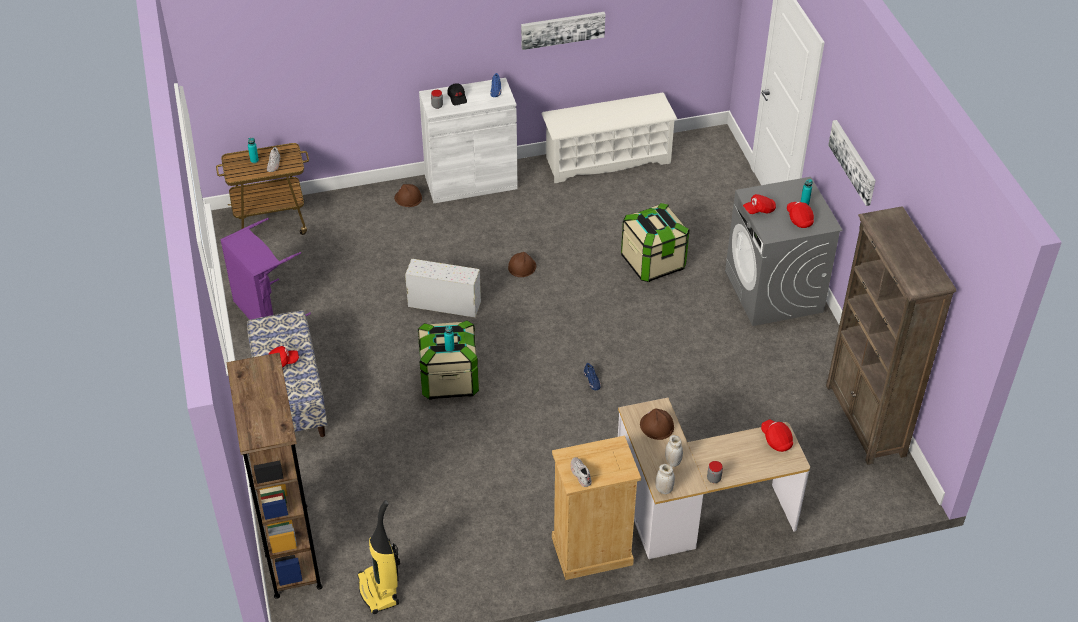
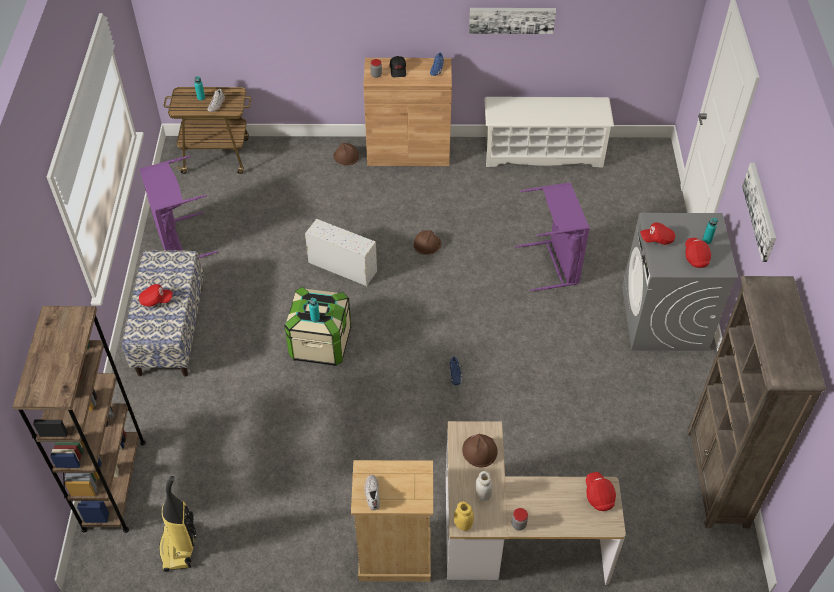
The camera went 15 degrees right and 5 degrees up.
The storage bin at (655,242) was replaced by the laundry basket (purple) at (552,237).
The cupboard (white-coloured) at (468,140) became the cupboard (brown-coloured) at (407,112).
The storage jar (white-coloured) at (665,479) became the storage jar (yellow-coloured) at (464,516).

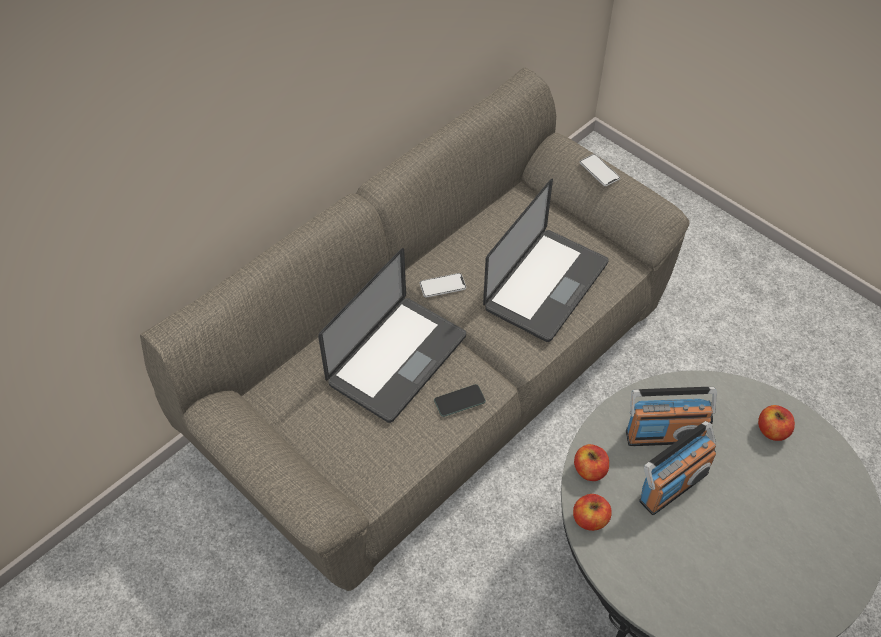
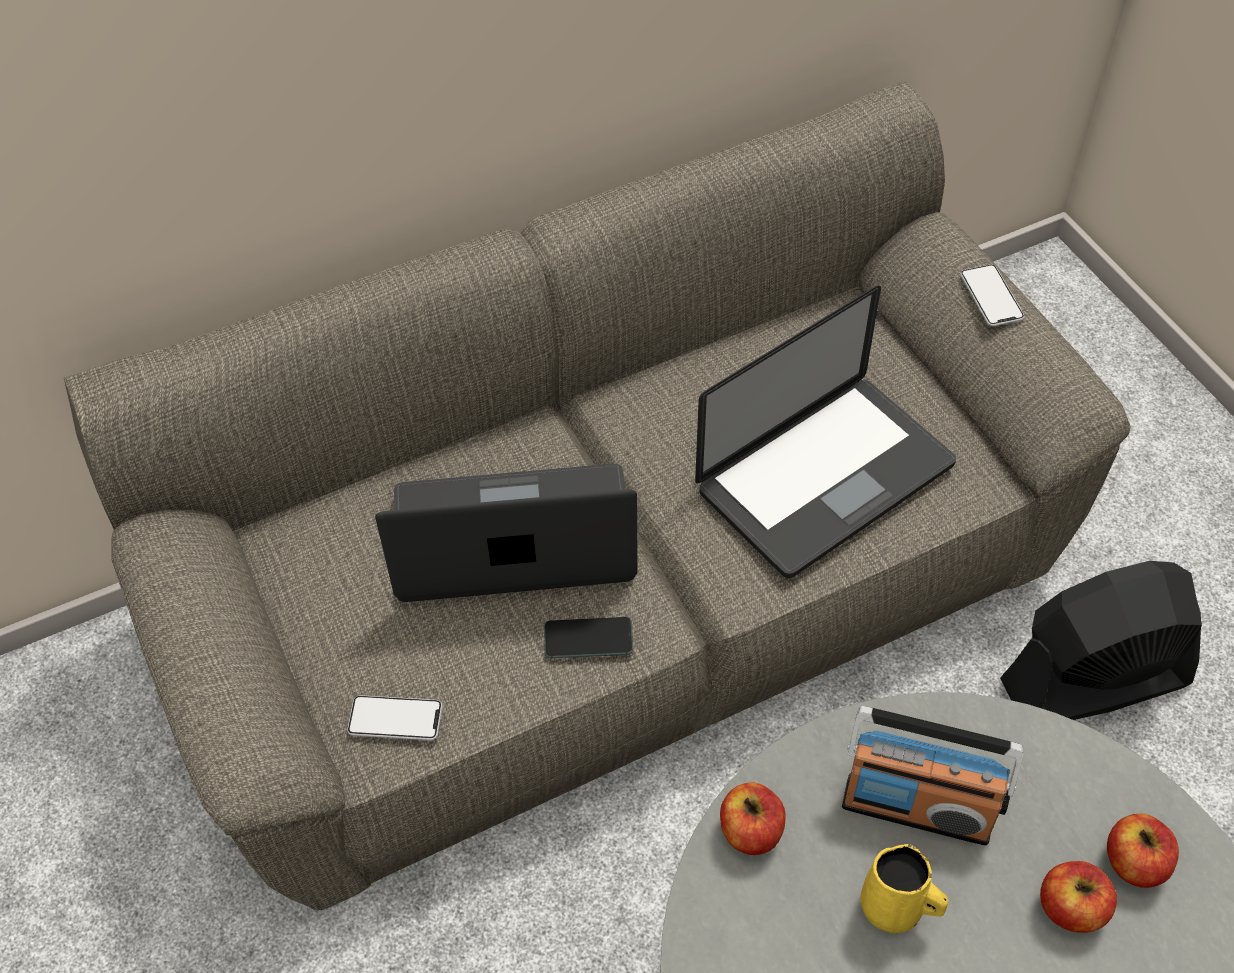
The camera went 20 degrees right and 0 degrees up.
The electric fan (black) at (1101,640) appeared.
The handset moved from (442,285) to (394,717).
The whole apple moved from (592,512) to (1078,897).
The radio receiver at (677,468) was replaced by the tea mug (yellow-coloured) at (905,888).
The portable computer at (392,335) turned 150 degrees counterclockwise.

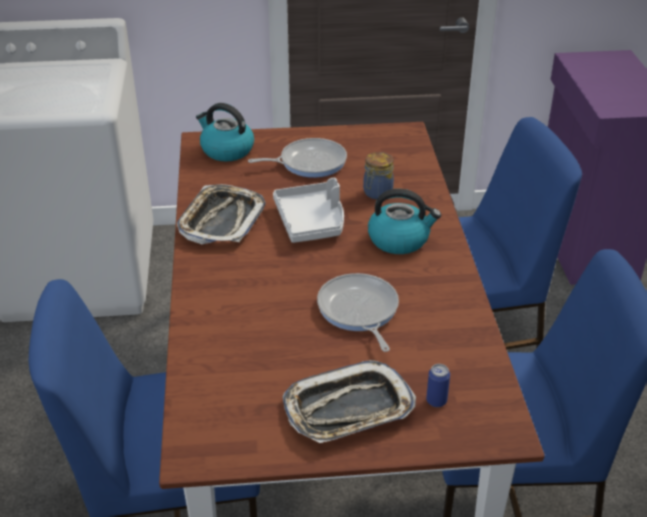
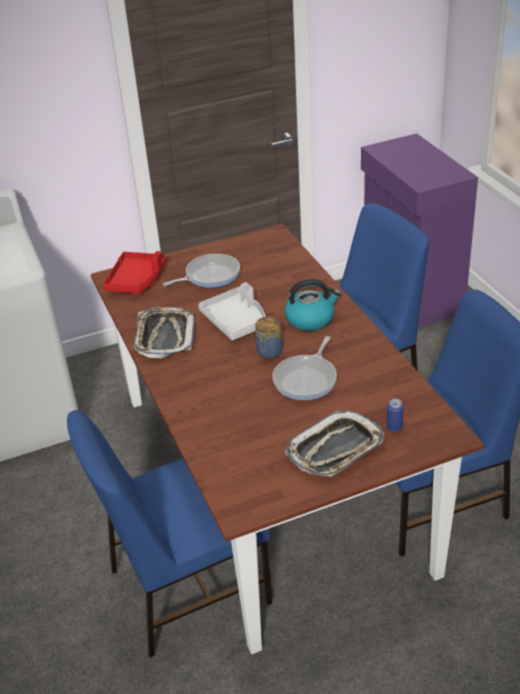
The camera went 15 degrees left and 0 degrees up.
The storage jar moved from (378,176) to (269,338).
The tea kettle at (225,132) was replaced by the tray (red-coloured) at (134,272).
The frying pan at (358,312) turned 120 degrees counterclockwise.

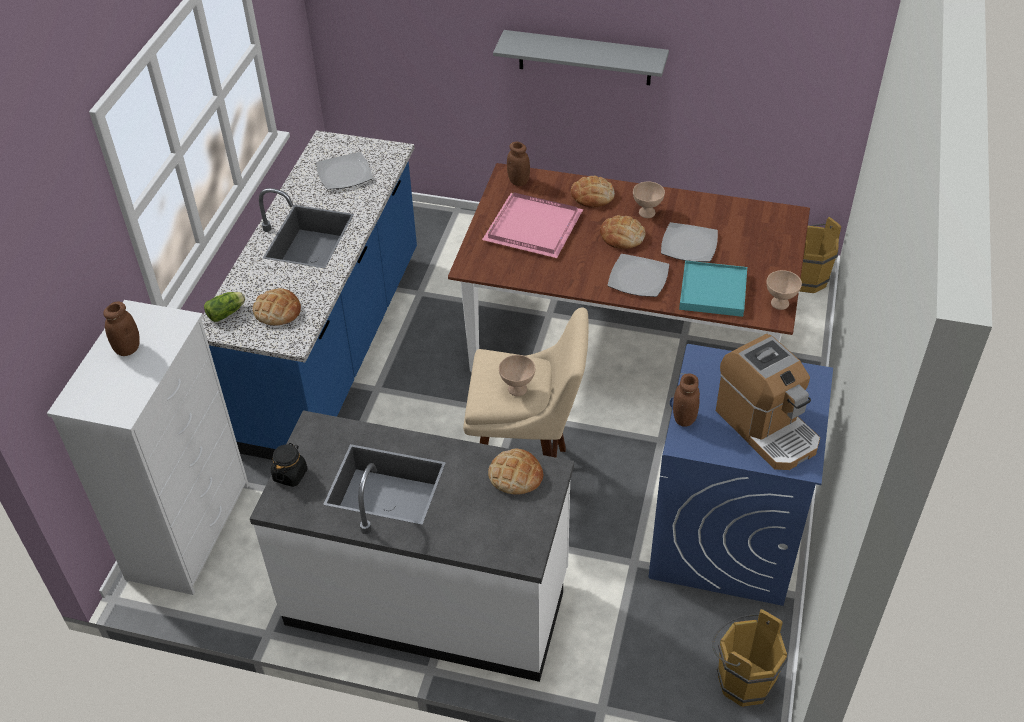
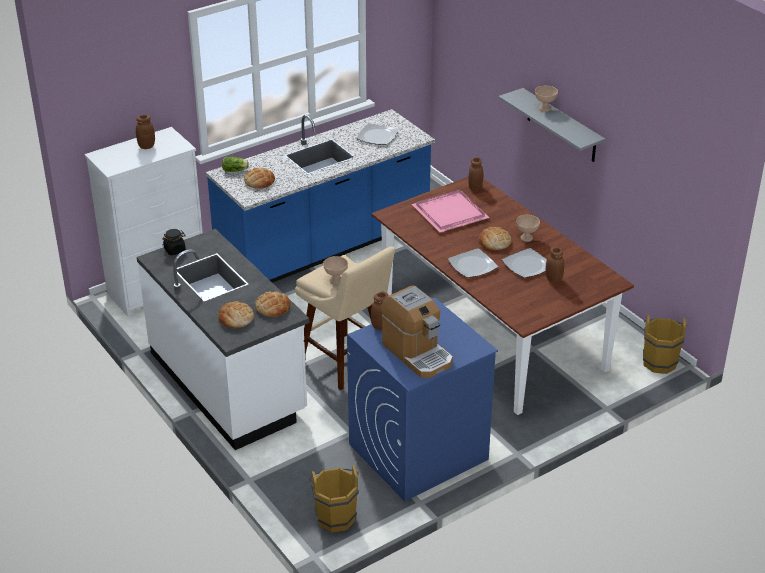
The camera went 40 degrees right and 10 degrees down.
The tray (turquoise-coloured) at (713,289) disappeared.
The storage jar (brown-coloured) at (555,265) appeared.
The baked bread moved from (593,192) to (236,314).
The deep dish (beige-coloured) moved from (784,290) to (546,99).
The coffee brewer at (768,402) turned 45 degrees counterclockwise.

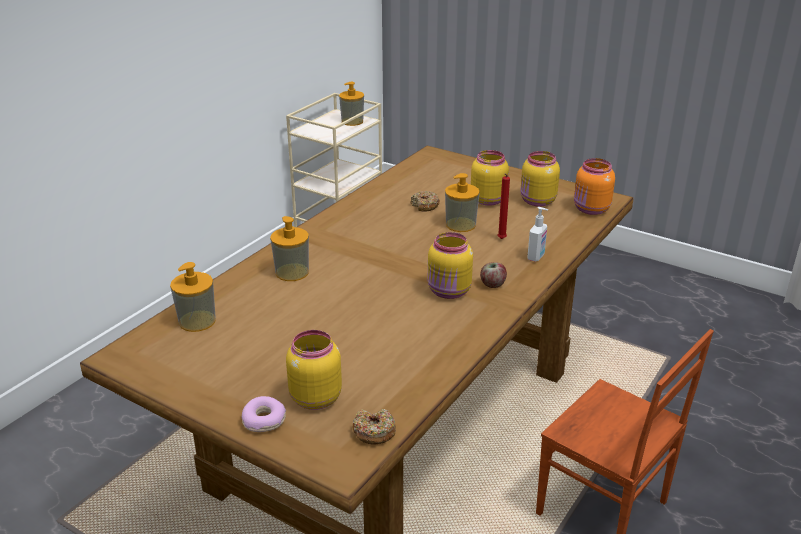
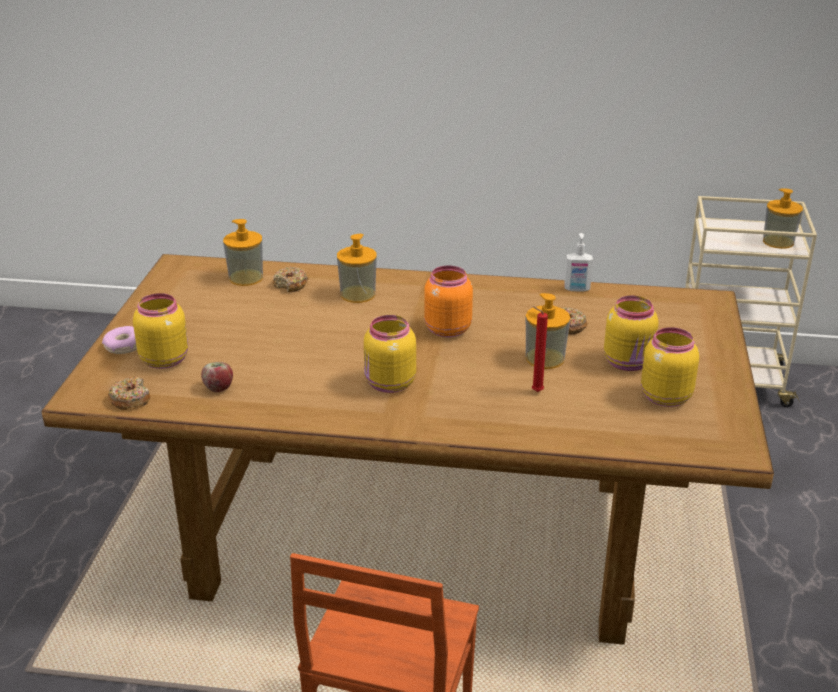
The camera went 65 degrees right and 0 degrees up.
The doughnut at (290,279) appeared.
The whole apple moved from (493,275) to (217,377).
The soap bottle moved from (537,234) to (578,262).
The storage jar (orange-coloured) moved from (594,186) to (448,301).

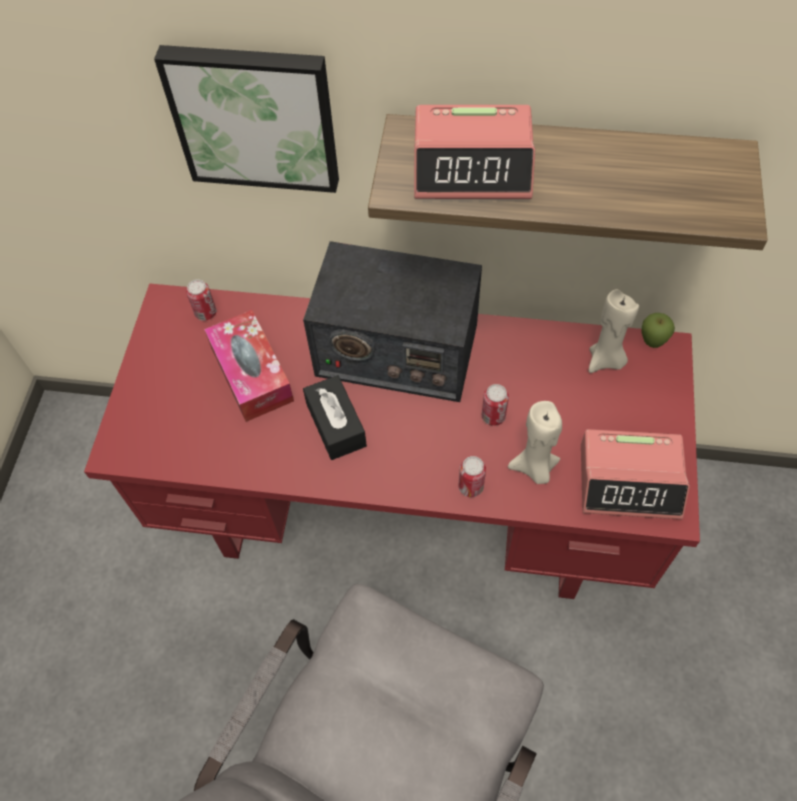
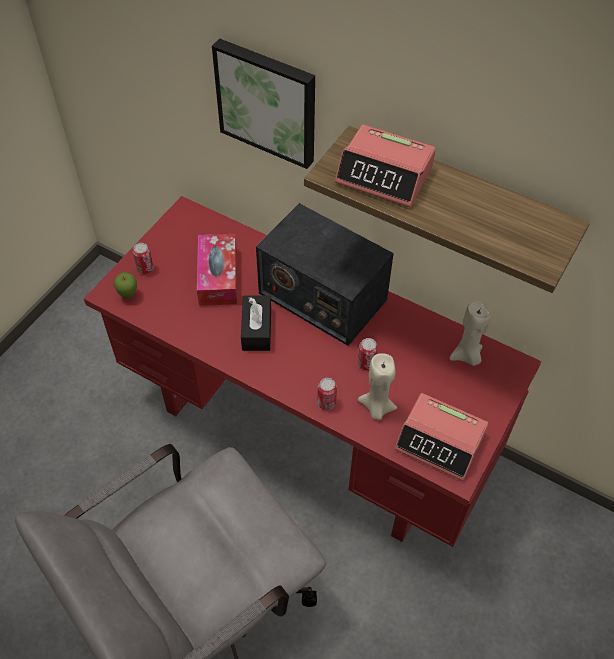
The camera went 20 degrees right and 5 degrees down.
The metal can moved from (201,300) to (143,258).
The whole apple moved from (658,330) to (125,285).

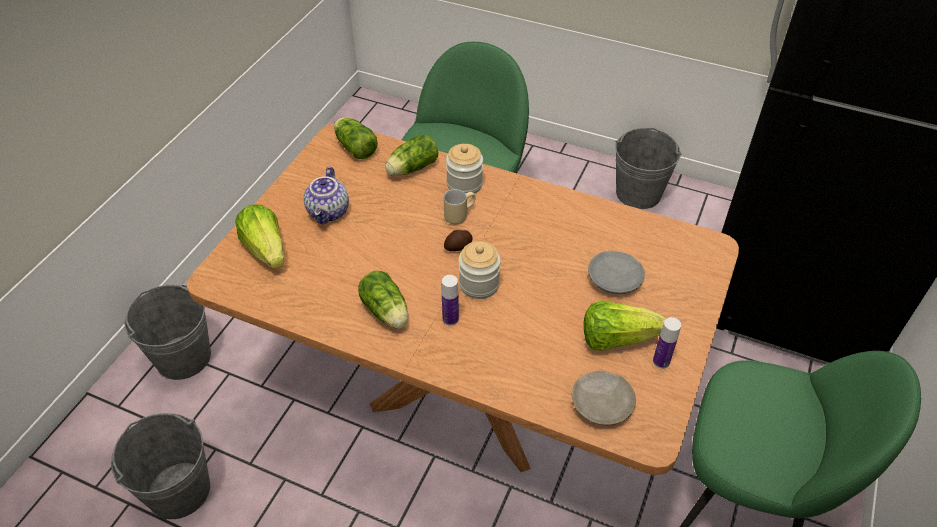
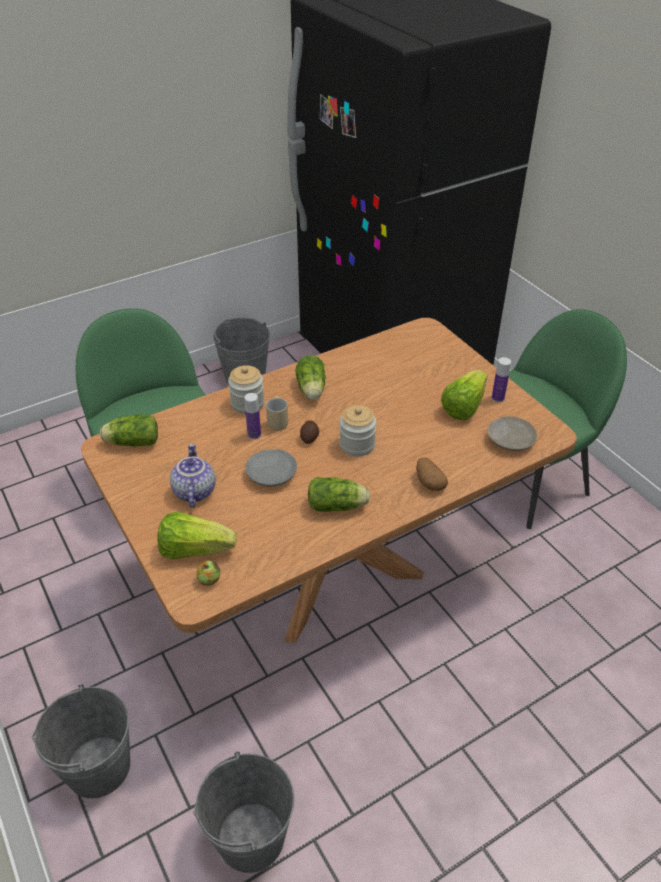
The camera went 55 degrees left and 5 degrees down.
The whole apple at (208,573) appeared.
The spud at (432,474) appeared.
The head of lettuce moved from (411,155) to (310,377).
The bottle moved from (450,300) to (252,416).
The plate (gray) moved from (616,272) to (271,467).
The tea pot at (326,195) turned 135 degrees counterclockwise.

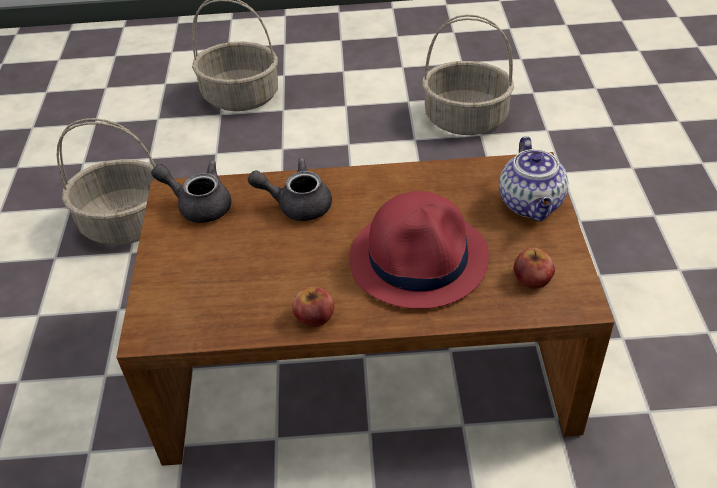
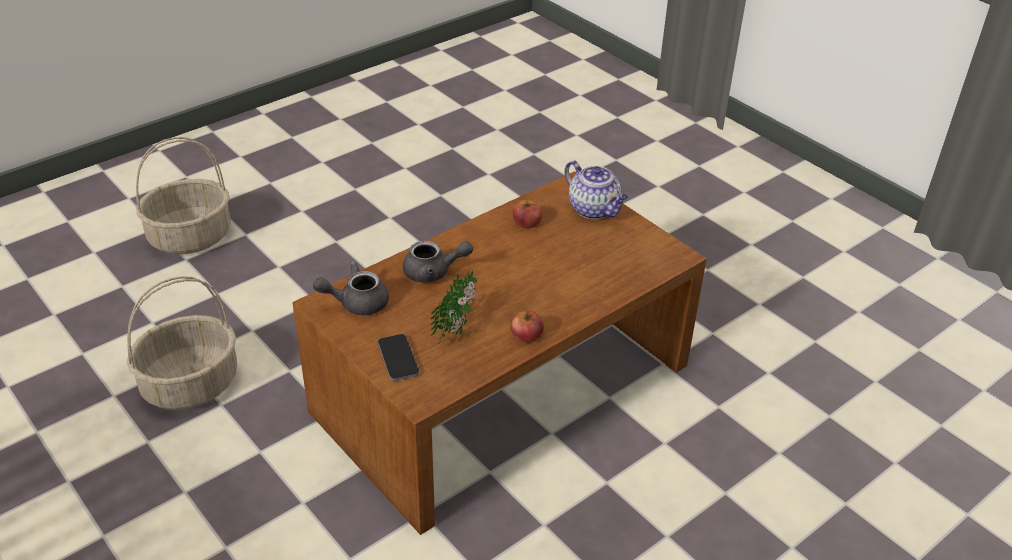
The camera went 40 degrees left and 5 degrees down.
The clothing hat (red-coloured) at (419,250) disappeared.
The household basket at (468,74) disappeared.
The handset at (398,357) appeared.
The potted plant at (453,306) appeared.
The whole apple moved from (534,268) to (527,213).
The tea pot (gray) at (290,189) turned 150 degrees counterclockwise.

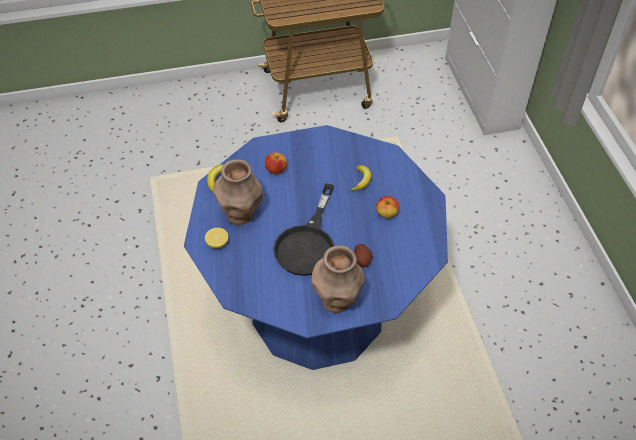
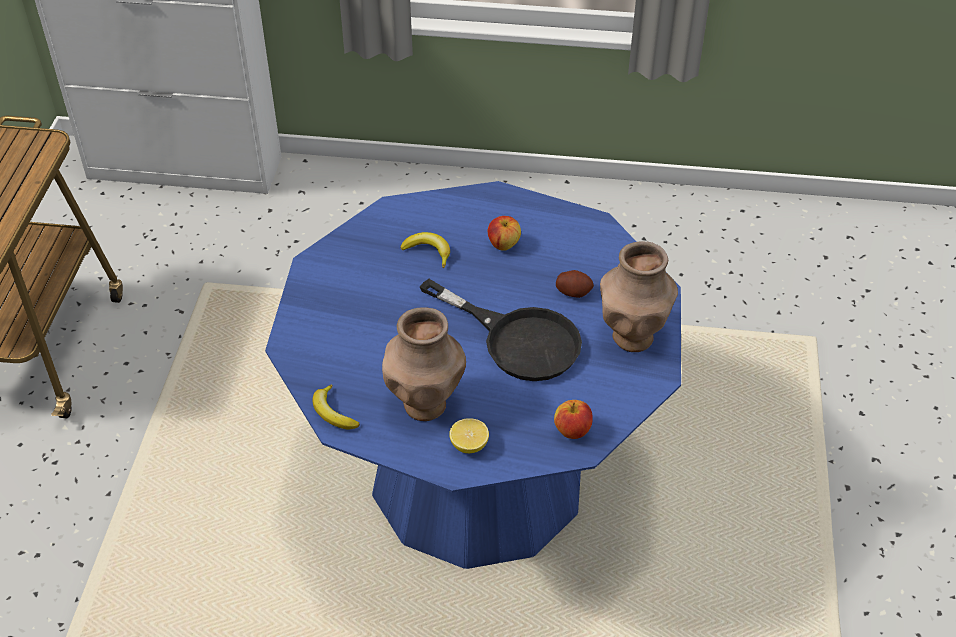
The camera went 70 degrees left and 5 degrees down.
The whole apple moved from (276,163) to (573,419).

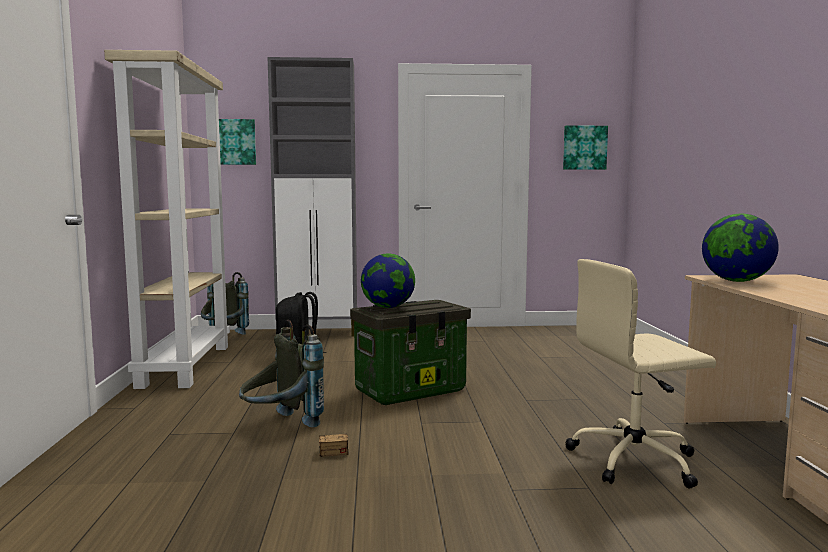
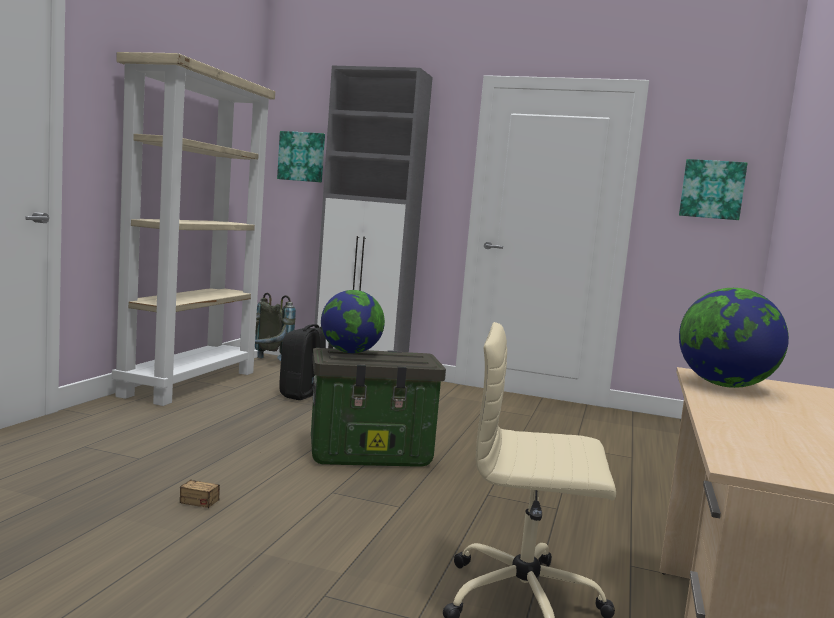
The camera went 20 degrees right and 0 degrees up.
The backpack (gray) at (281,373) disappeared.

